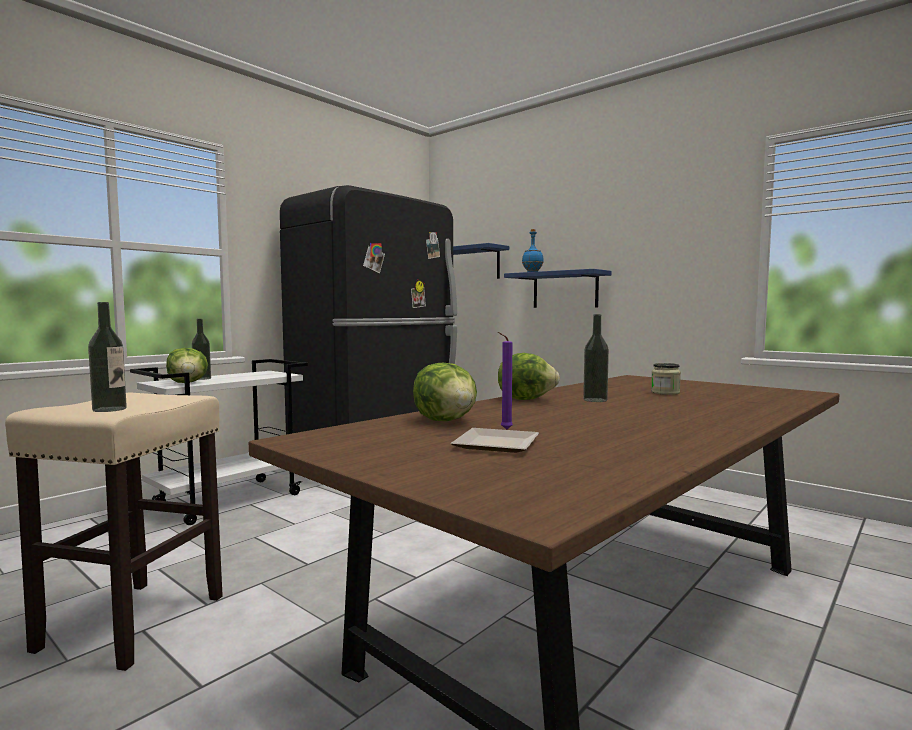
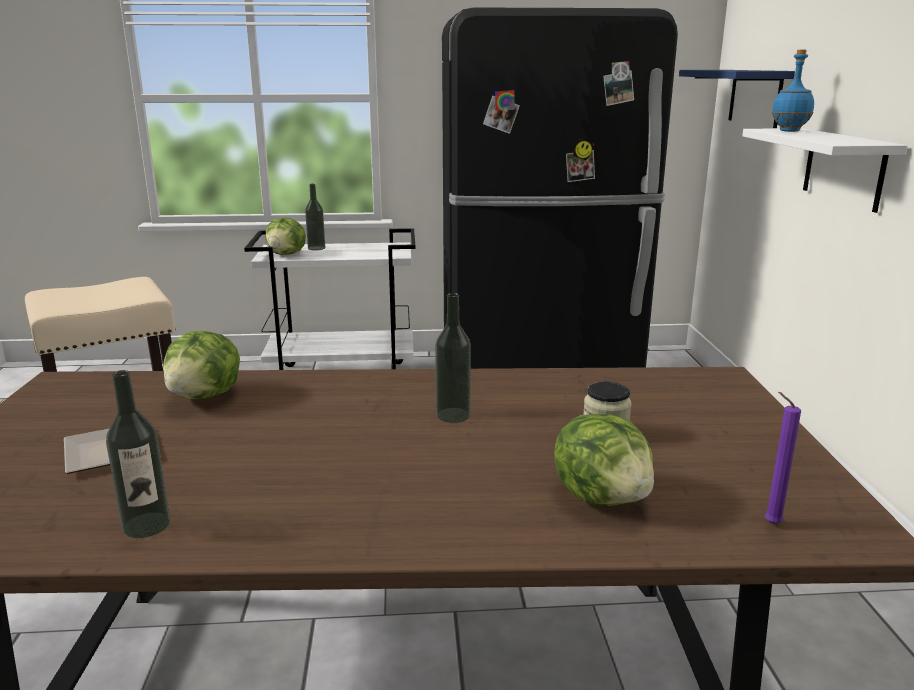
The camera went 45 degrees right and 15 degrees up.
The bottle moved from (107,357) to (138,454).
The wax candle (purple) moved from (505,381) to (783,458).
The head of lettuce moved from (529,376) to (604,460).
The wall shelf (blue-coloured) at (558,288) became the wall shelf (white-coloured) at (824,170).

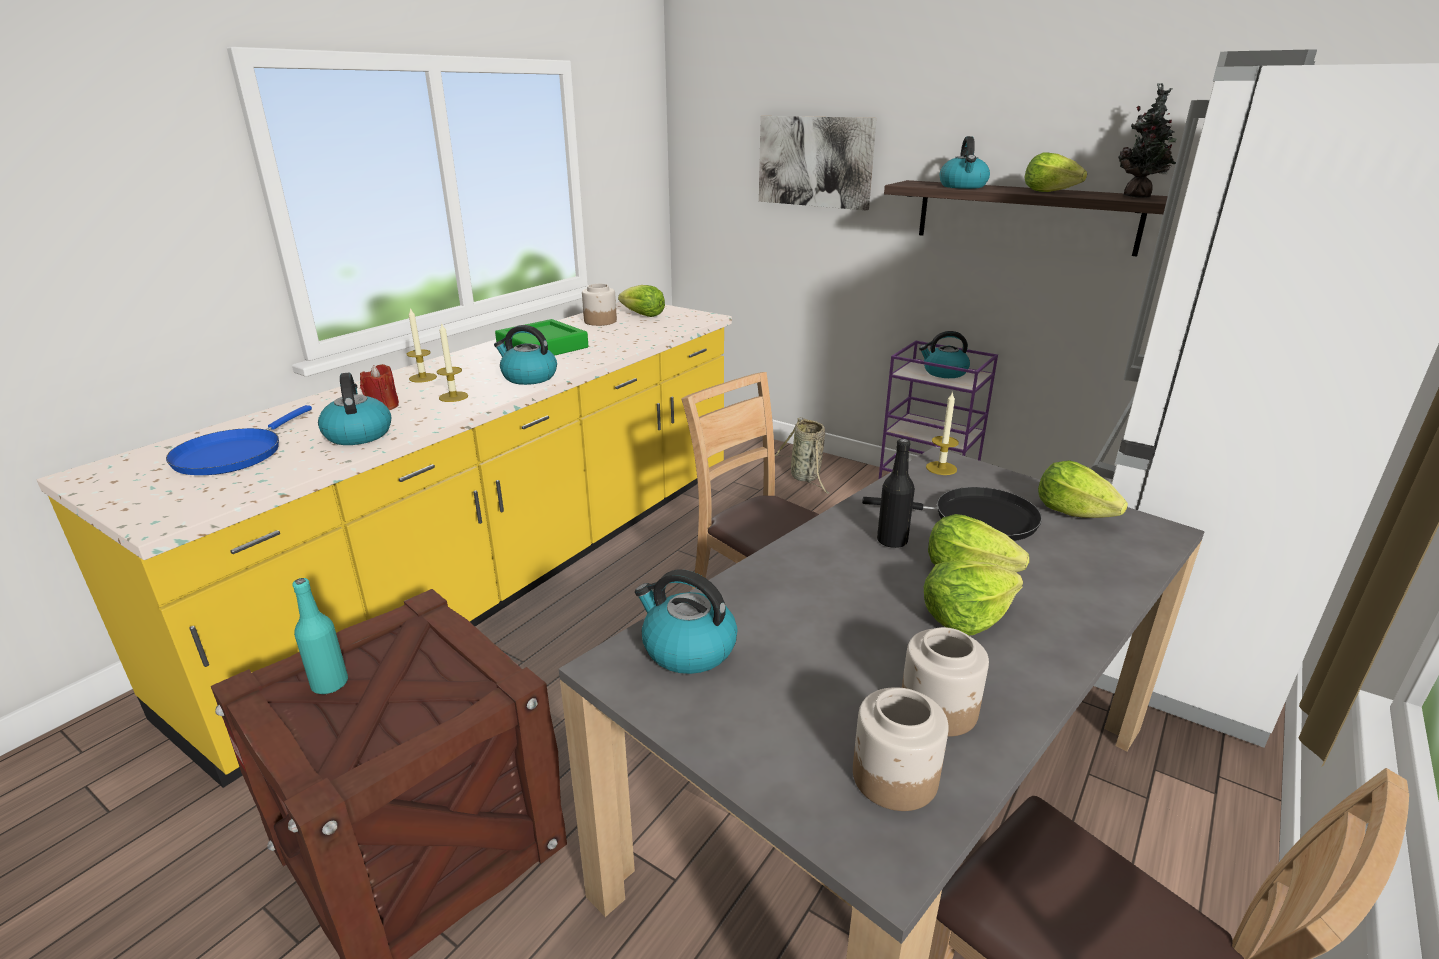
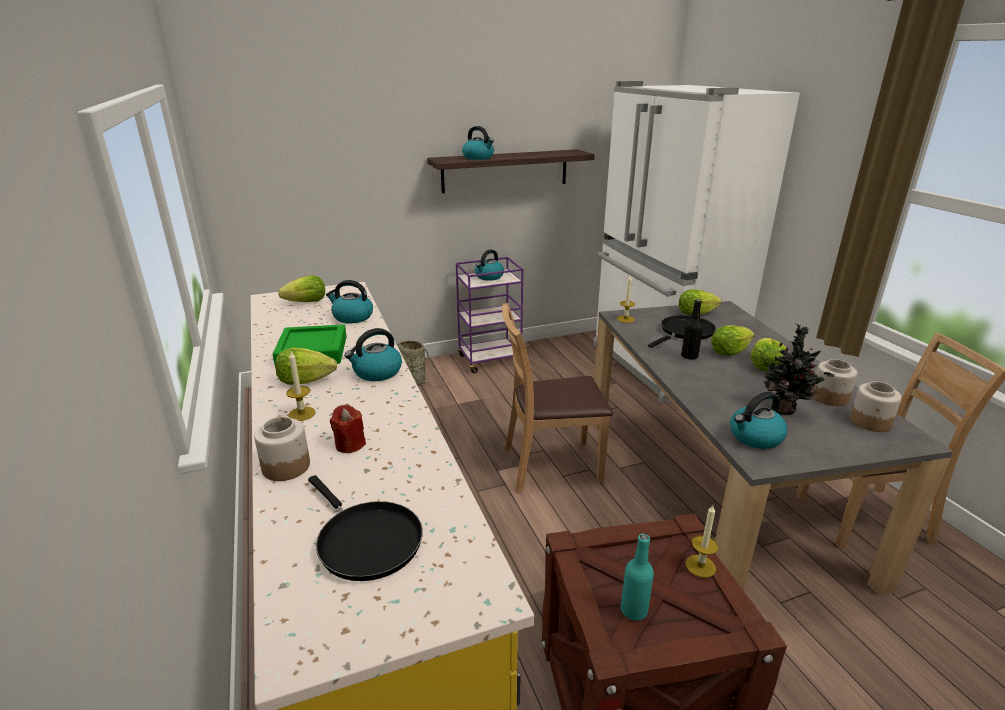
The camera went 55 degrees left and 0 degrees up.
The picture at (818,163) disappeared.
The tea kettle moved from (354,409) to (349,302).
The wax candle moved from (452,362) to (702,541).
The storage jar moved from (599,305) to (282,448).
The head of lettuce moved from (1056,172) to (306,366).
The potted plant moved from (1148,140) to (797,369).
The frying pan (blue-coloured) at (239,440) became the frying pan (black) at (365,528).

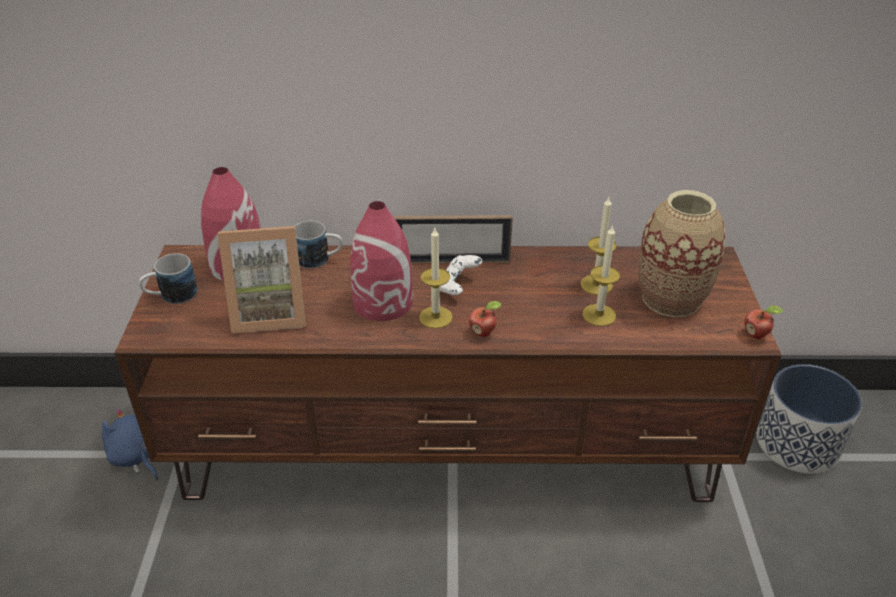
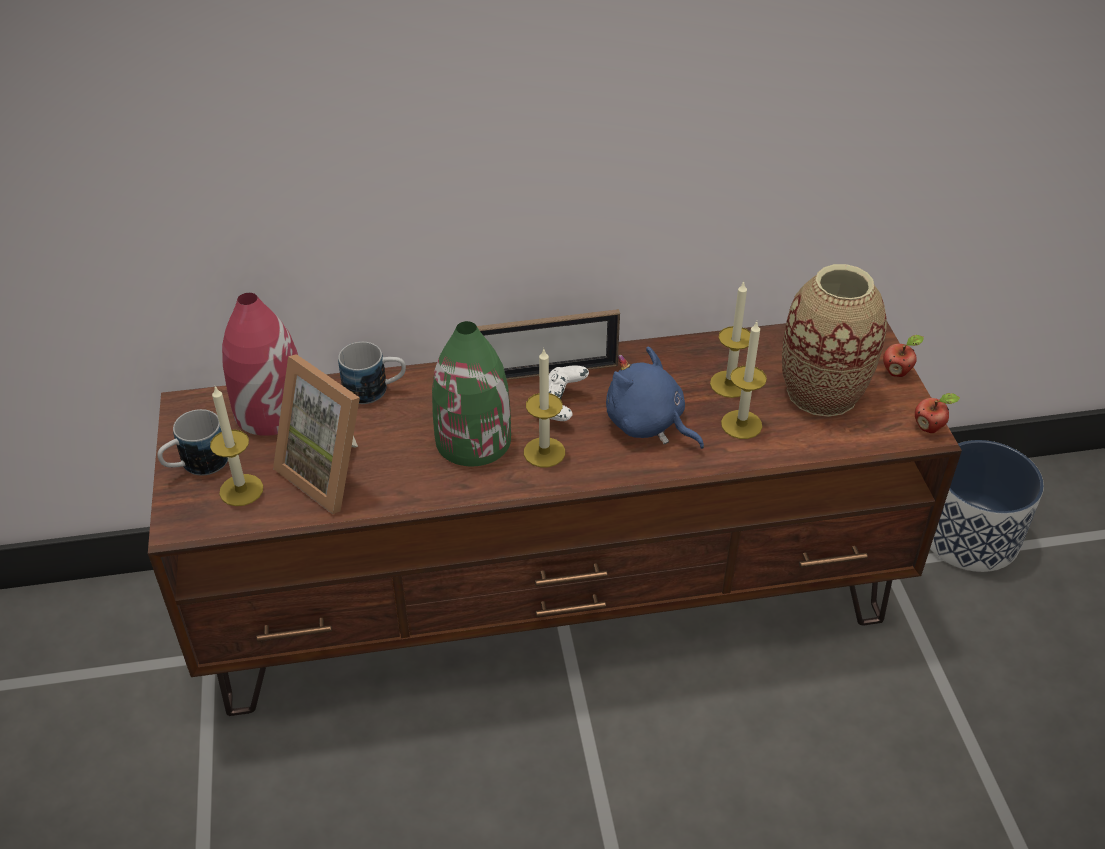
The camera went 10 degrees left and 5 degrees up.
The wax candle at (236,446) appeared.
The soft toy (blue-coloured) moved from (130,444) to (655,398).
The whole apple moved from (485,319) to (903,356).
The decorative vase (red-coloured) at (381,261) became the decorative vase (green) at (471,393).
The standing frame at (261,280) turned 60 degrees clockwise.

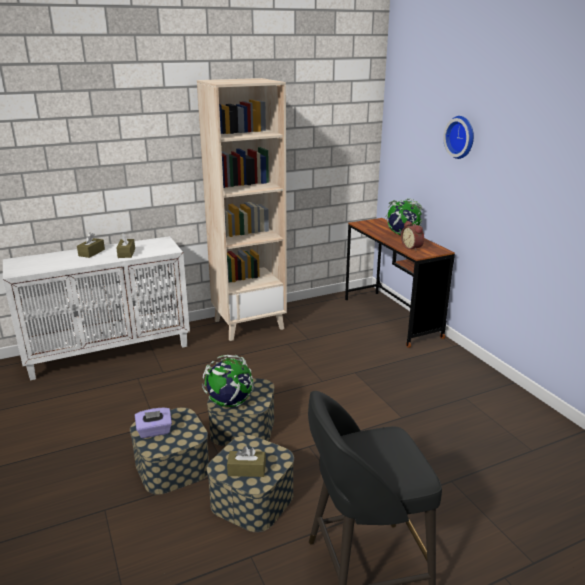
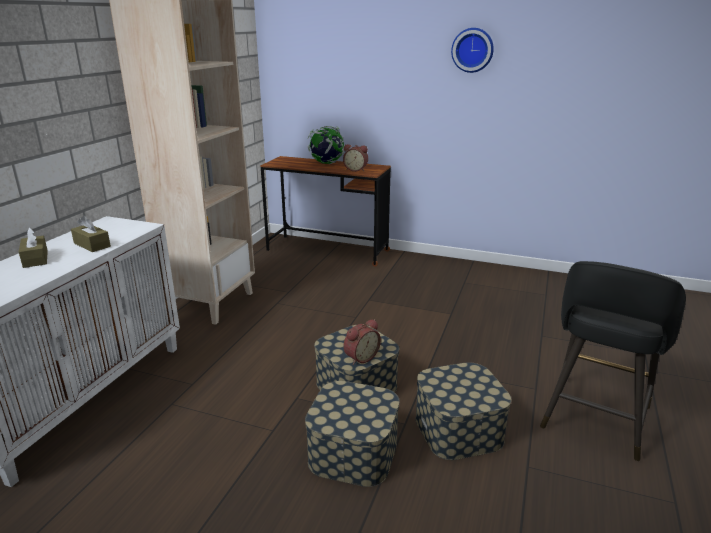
The camera went 45 degrees left and 0 degrees up.
The tissue holder (purple) at (153,423) disappeared.
The tissue holder (brown-coloured) at (246,461) disappeared.
The clock on the wall moved from (458,137) to (472,50).
The desk globe at (228,381) was replaced by the alarm clock at (362,342).

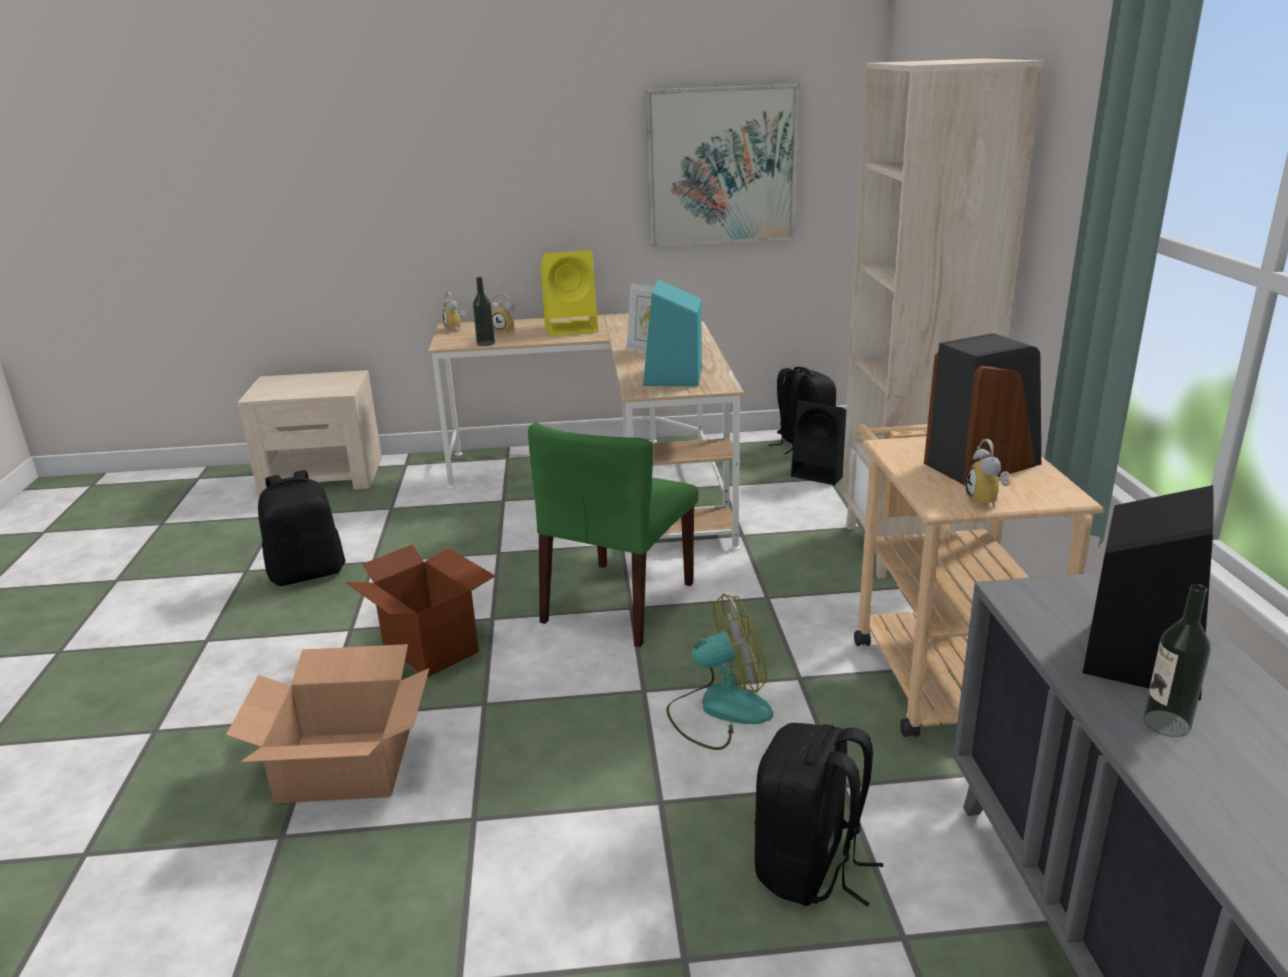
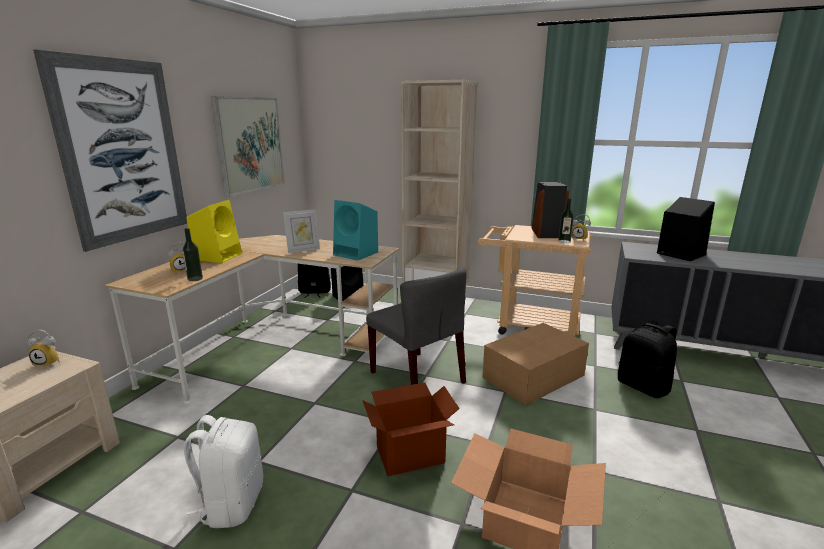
The camera went 65 degrees left and 5 degrees down.
The picture at (110,150) appeared.
The alarm clock moved from (454,311) to (43,348).
The bottle moved from (1177,660) to (566,220).
The electric fan at (720,672) was replaced by the carton at (535,364).
The backpack (black) at (301,528) became the backpack (white-coloured) at (223,471).
The plain chair (green) at (613,535) became the plain chair (gray) at (416,326).

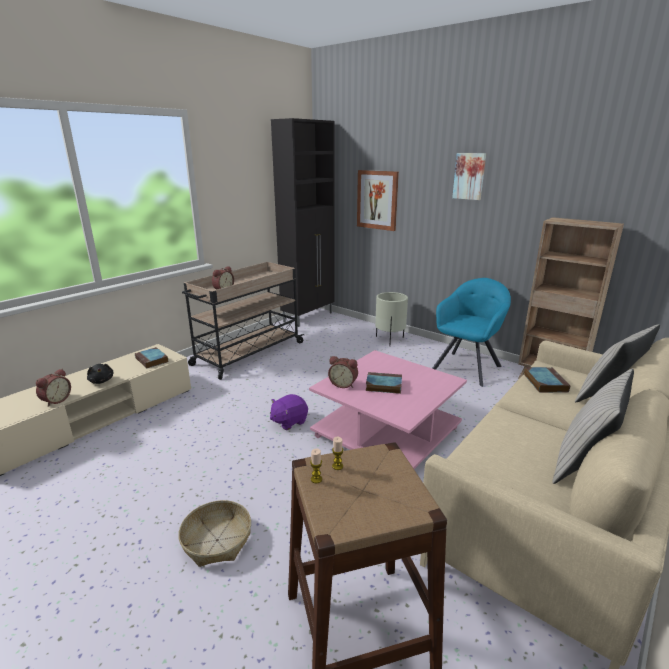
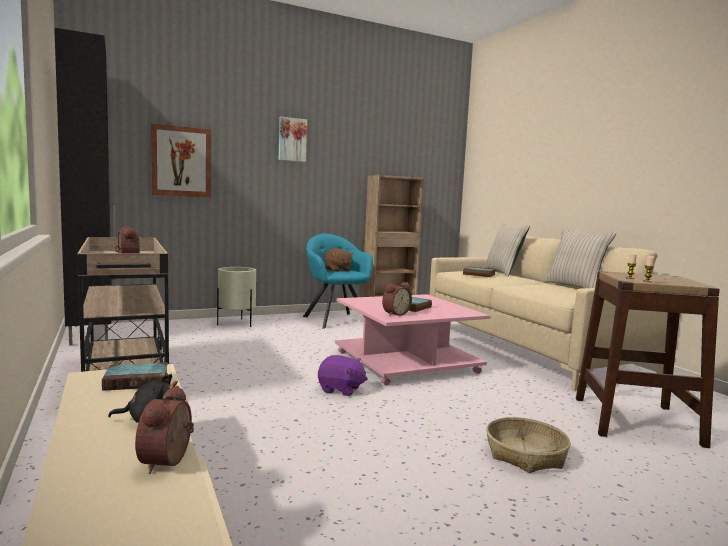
The camera went 65 degrees left and 15 degrees down.
The soft toy (brown-coloured) at (339,260) appeared.
The alarm clock at (53,388) turned 135 degrees counterclockwise.
The soft toy (purple) at (289,412) turned 60 degrees counterclockwise.

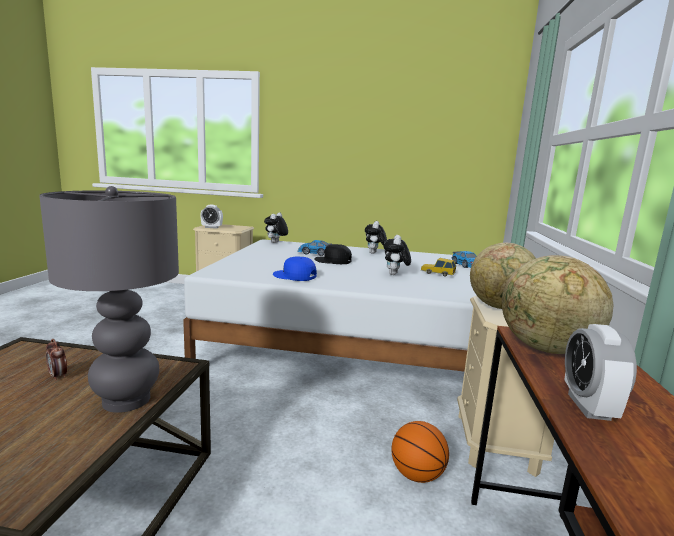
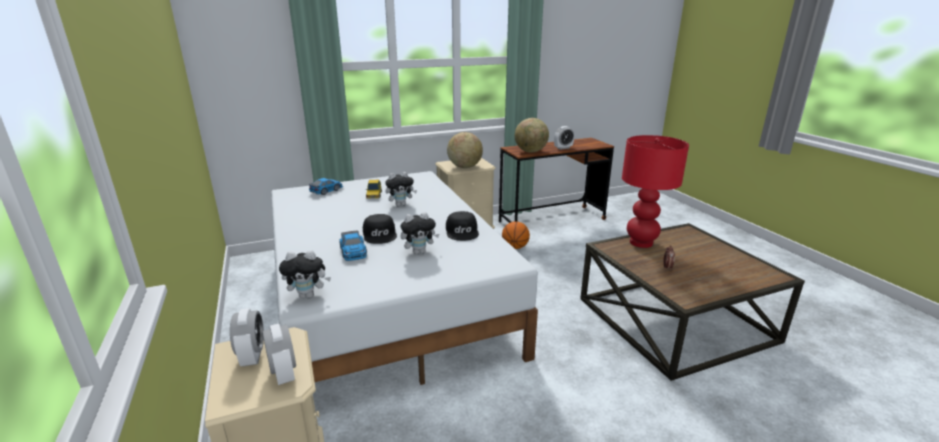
The camera went 120 degrees left and 10 degrees up.
The alarm clock at (247,337) appeared.
The soft toy moved from (376,237) to (420,233).
The tabletop lamp (gray) at (109,299) became the tabletop lamp (red-coloured) at (655,191).
The cap (blue-coloured) at (295,268) became the cap (black) at (462,226).

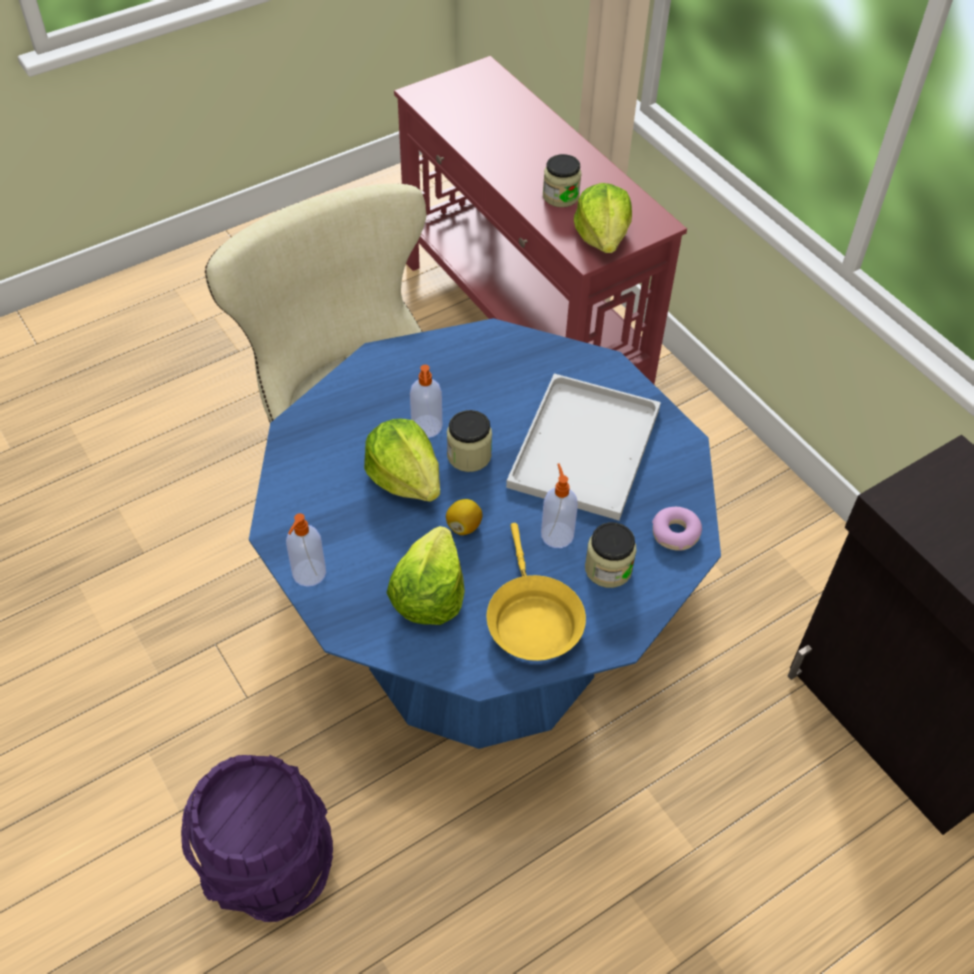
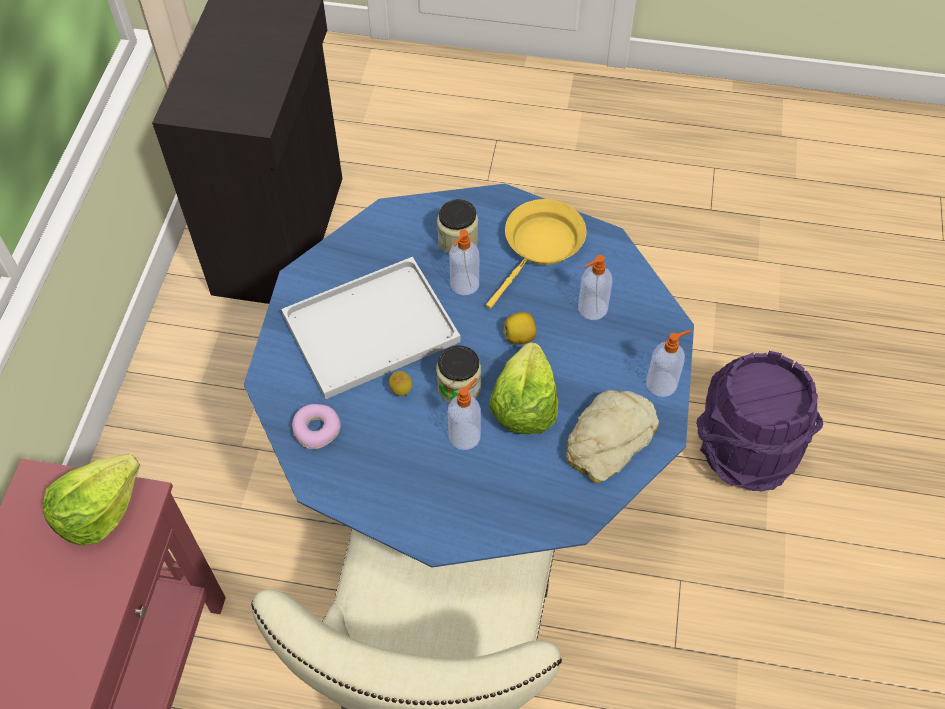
The camera went 135 degrees left and 5 degrees up.
The storage jar at (562,180) disappeared.
The lemon at (400,383) appeared.
The baked bread at (612,436) appeared.
The doughnut moved from (677,529) to (316,426).
The head of lettuce at (426,575) was replaced by the soap bottle at (595,287).

